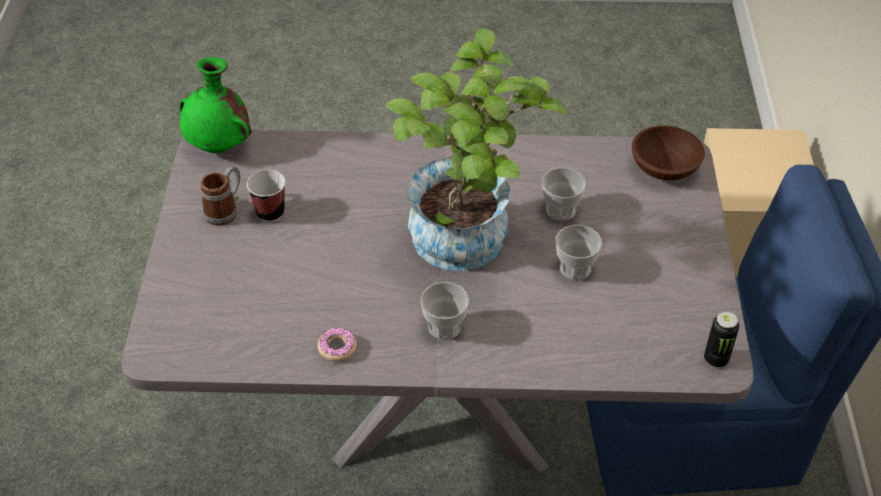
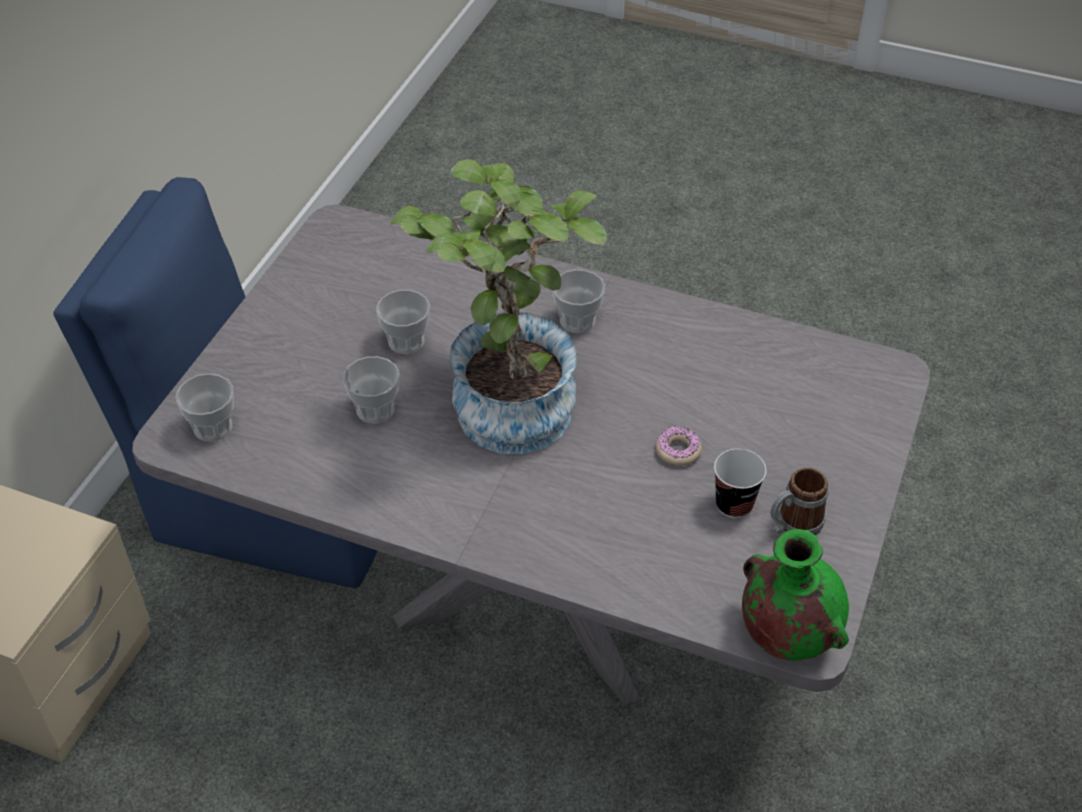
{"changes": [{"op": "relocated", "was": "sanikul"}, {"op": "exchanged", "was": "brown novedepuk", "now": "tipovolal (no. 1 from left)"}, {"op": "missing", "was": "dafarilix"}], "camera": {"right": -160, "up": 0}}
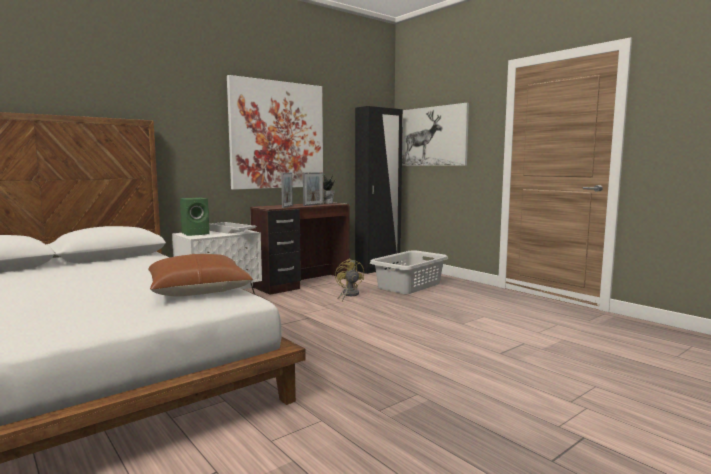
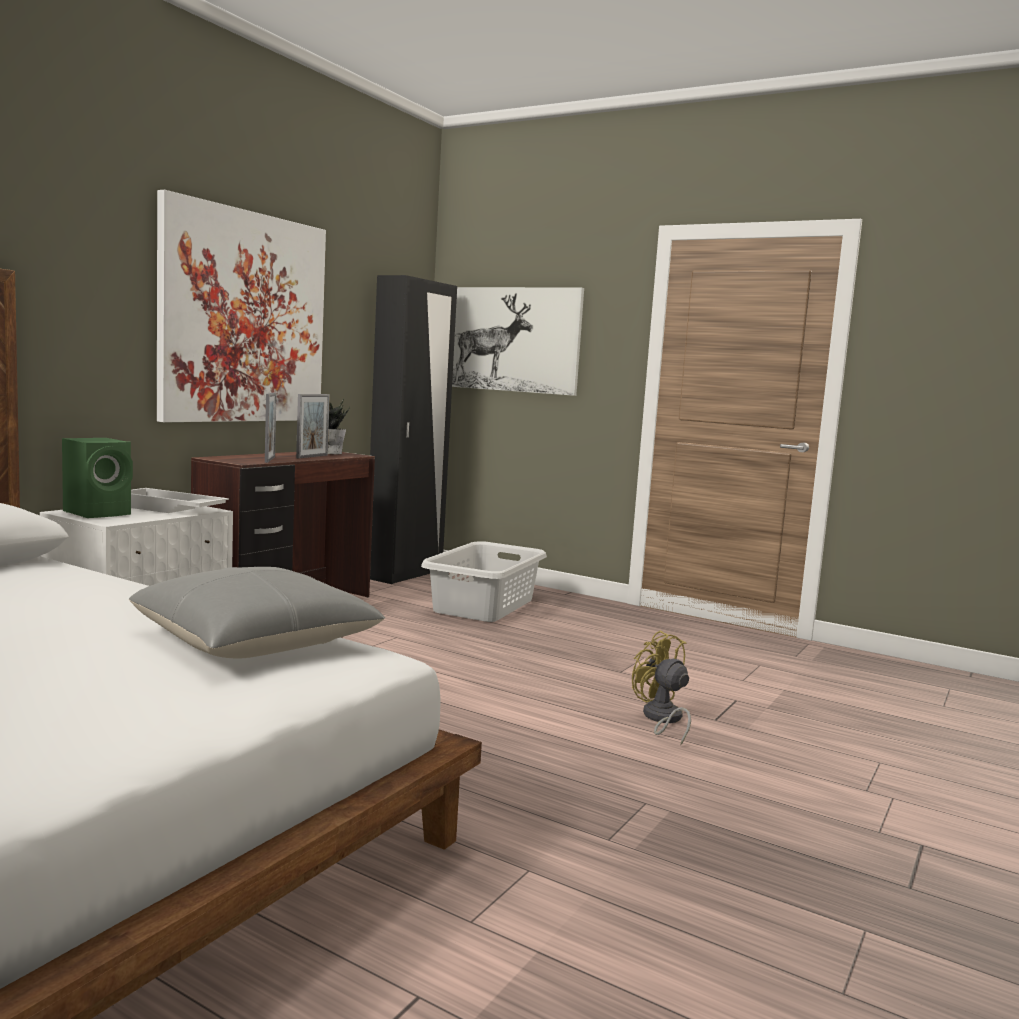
{"changes": [{"op": "colour", "was": "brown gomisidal", "now": "grey gomisidal"}, {"op": "relocated", "was": "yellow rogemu"}], "camera": {"right": -20, "up": 0}}
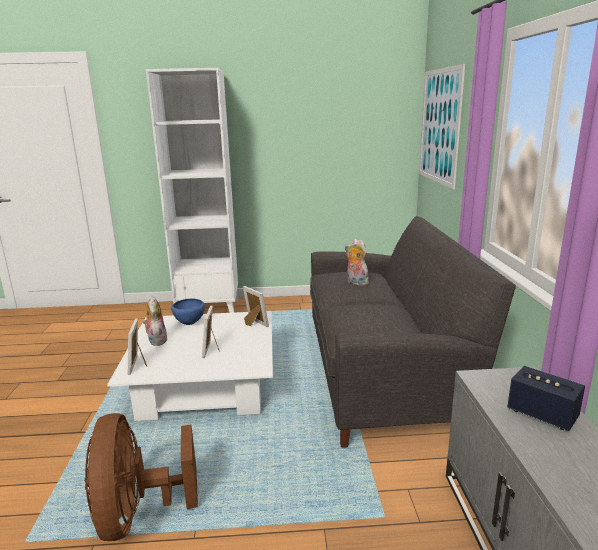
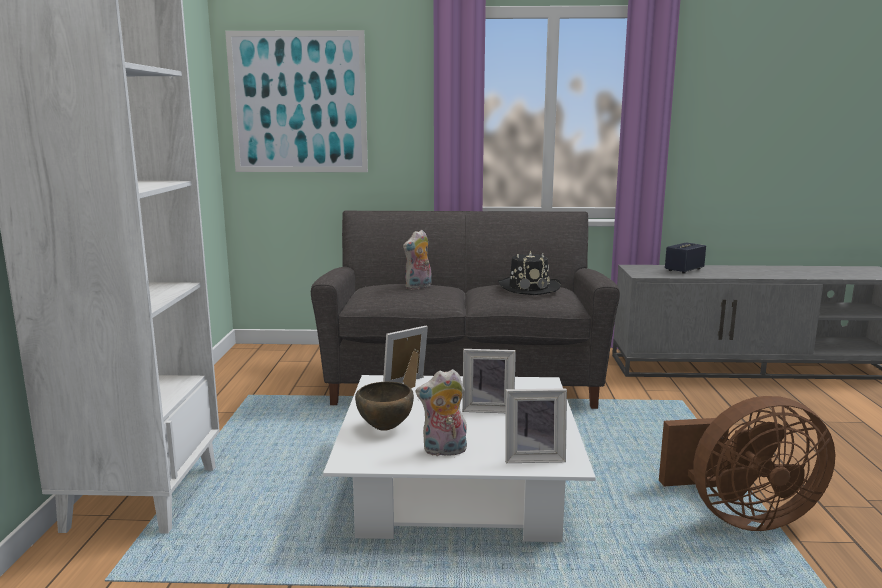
{"changes": [{"op": "colour", "was": "blue novedepuk", "now": "brown novedepuk"}, {"op": "appeared", "now": "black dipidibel"}], "camera": {"right": -85, "up": -5}}
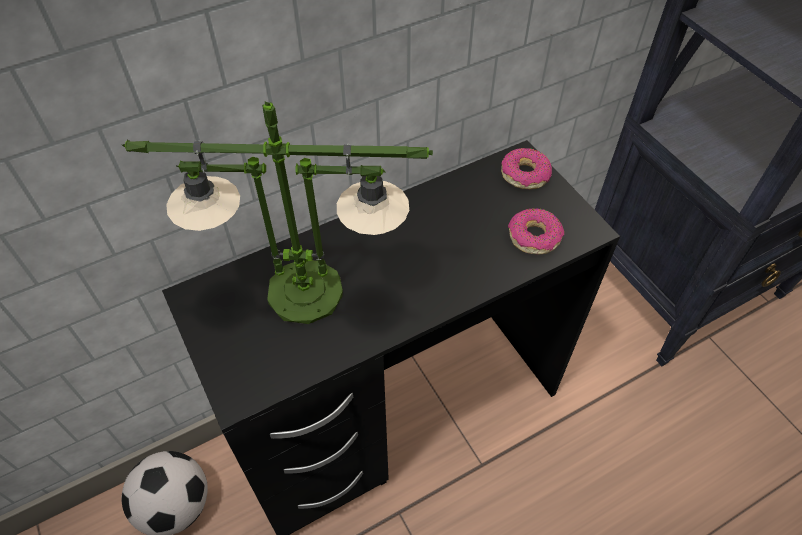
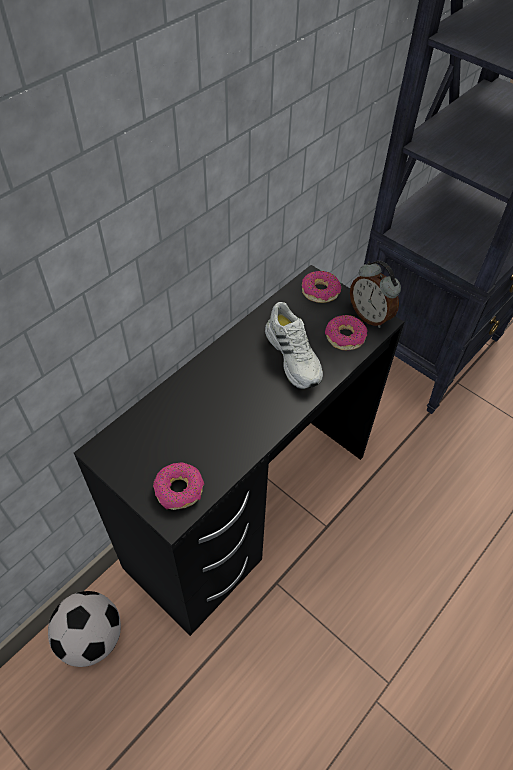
{"changes": [{"op": "missing", "was": "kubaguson"}, {"op": "appeared", "now": "sanikul (no. 1 from left)"}, {"op": "appeared", "now": "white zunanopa"}, {"op": "appeared", "now": "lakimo"}], "camera": {"right": -20, "up": 0}}
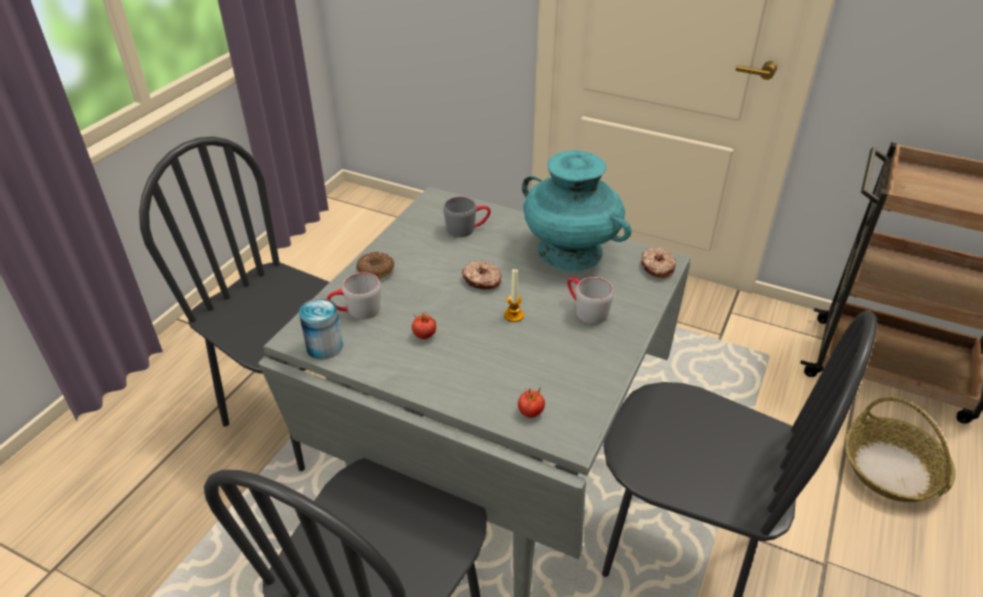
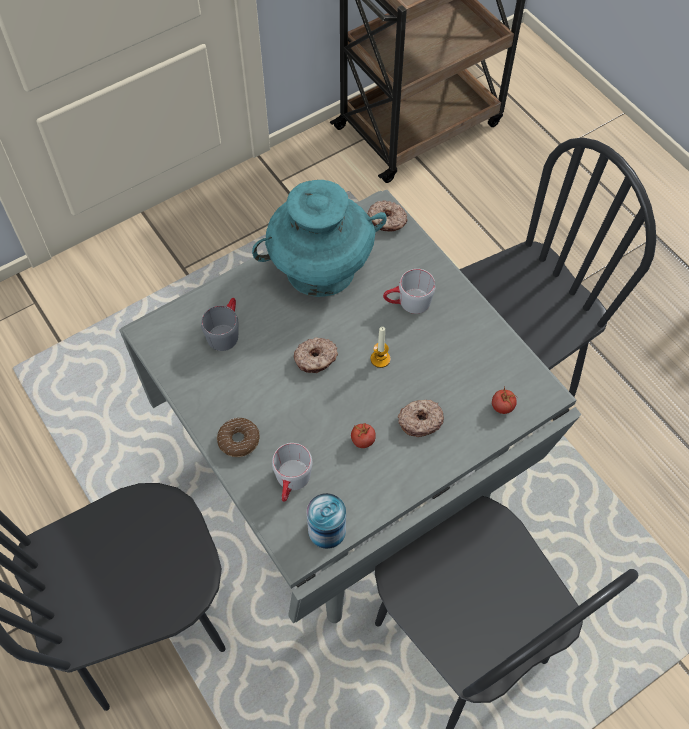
{"changes": [{"op": "missing", "was": "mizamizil"}, {"op": "appeared", "now": "sanikul (no. 4 from left)"}], "camera": {"right": -60, "up": 20}}
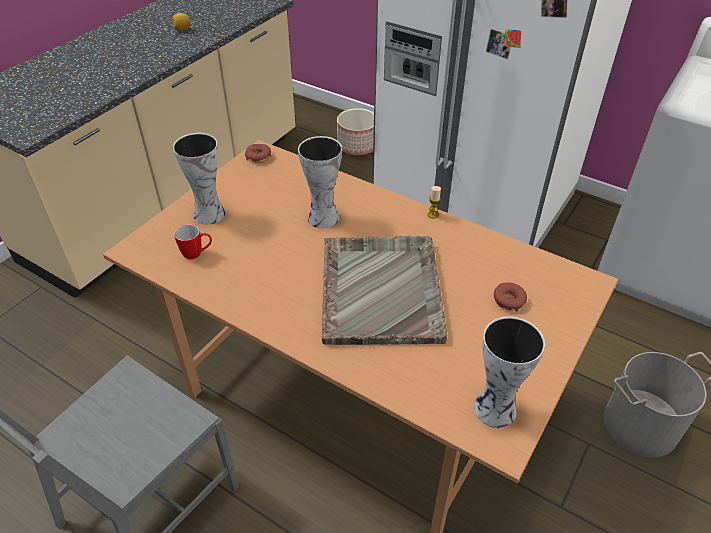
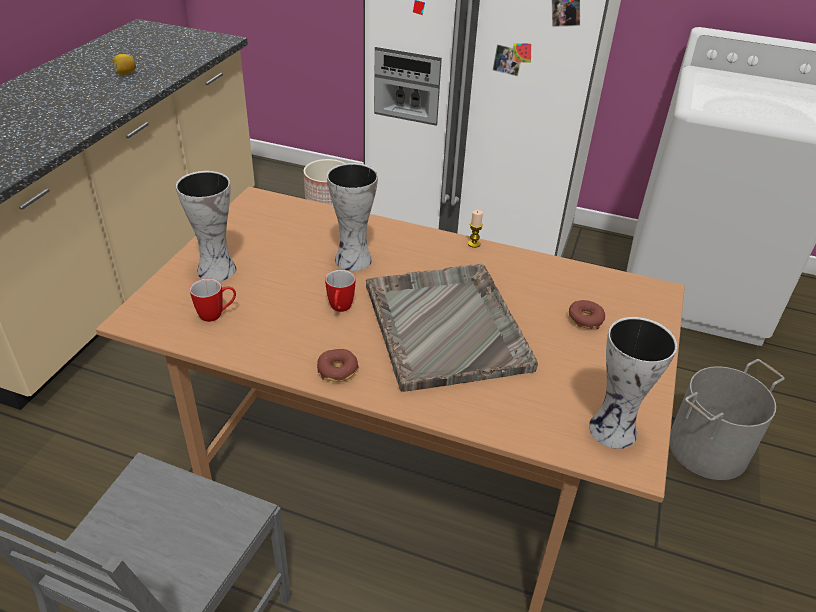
{"changes": [{"op": "relocated", "was": "sanikul (no. 1 from left)"}, {"op": "appeared", "now": "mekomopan (no. 2 from left)"}], "camera": {"right": -15, "up": -5}}
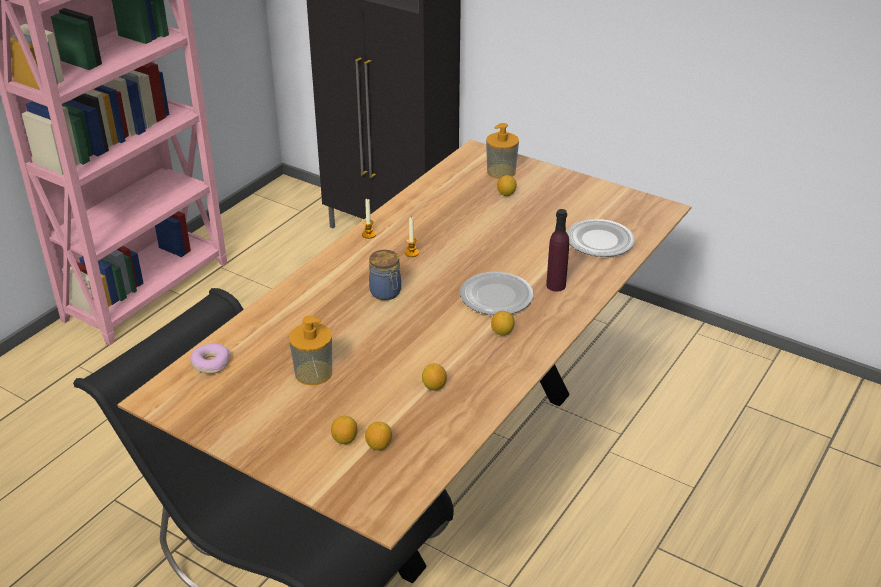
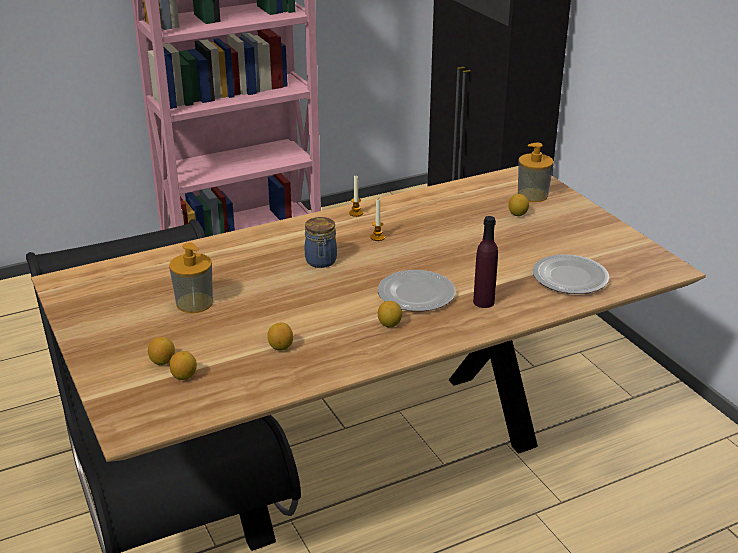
{"changes": [{"op": "missing", "was": "sanikul"}], "camera": {"right": 30, "up": -5}}
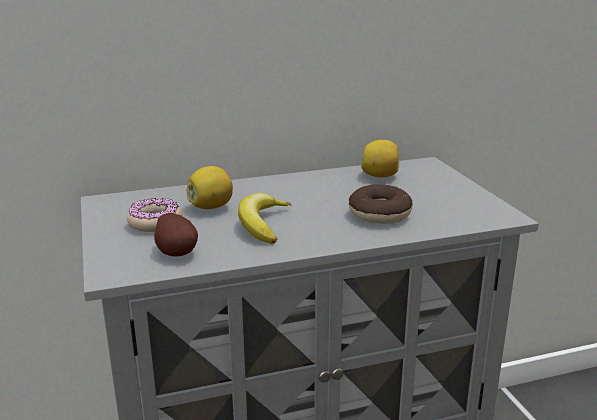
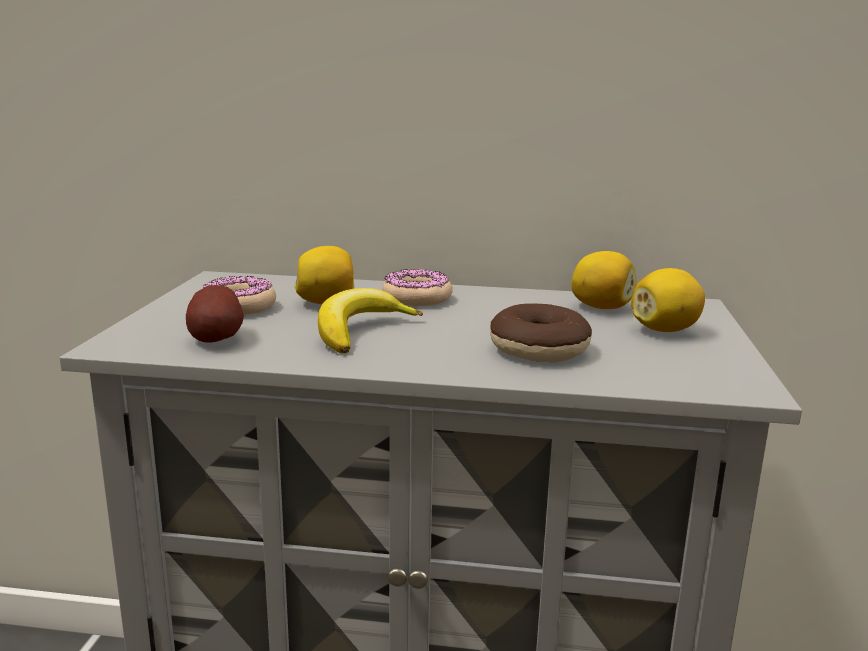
{"changes": [{"op": "appeared", "now": "sanikul (no. 2 from left)"}, {"op": "appeared", "now": "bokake (no. 3 from left)"}], "camera": {"right": 25, "up": -5}}
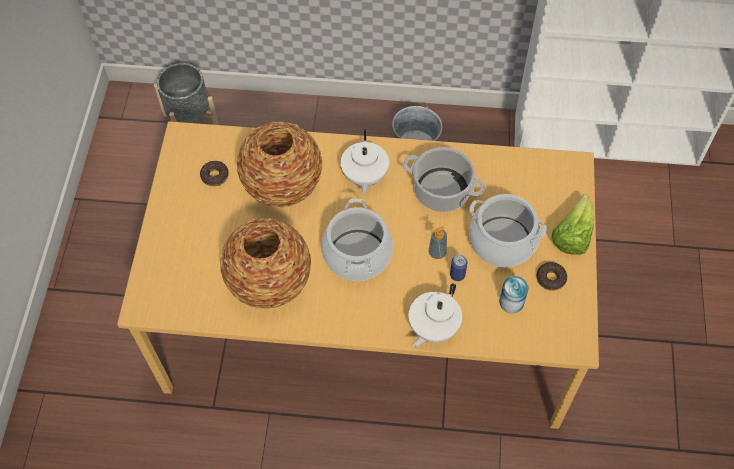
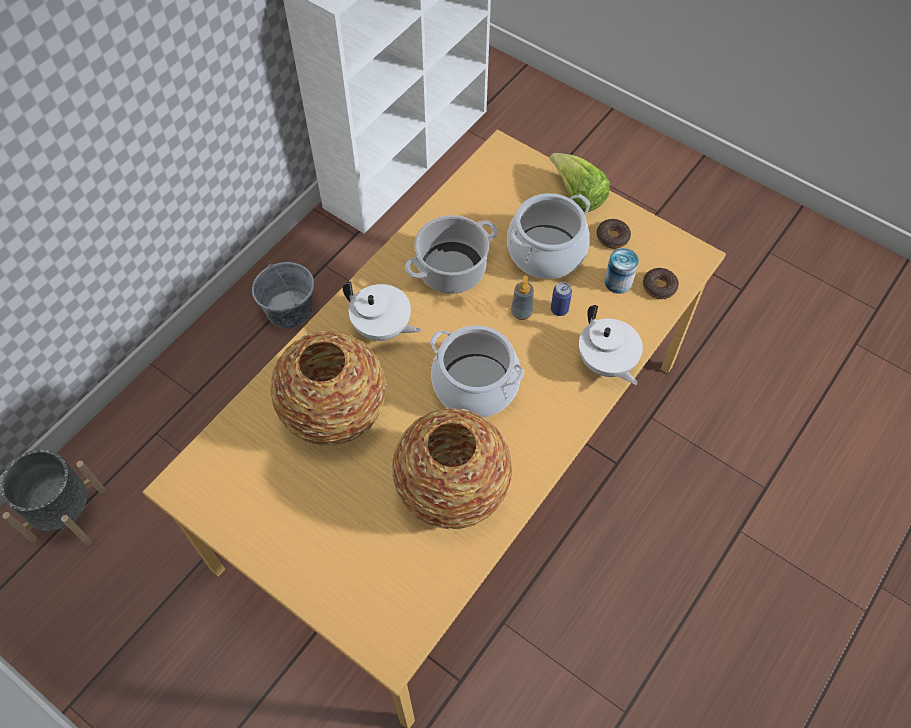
{"changes": [{"op": "relocated", "was": "sanikul (no. 1 from left in the first image)", "now": "sanikul (no. 2 from left)"}], "camera": {"right": -60, "up": 0}}
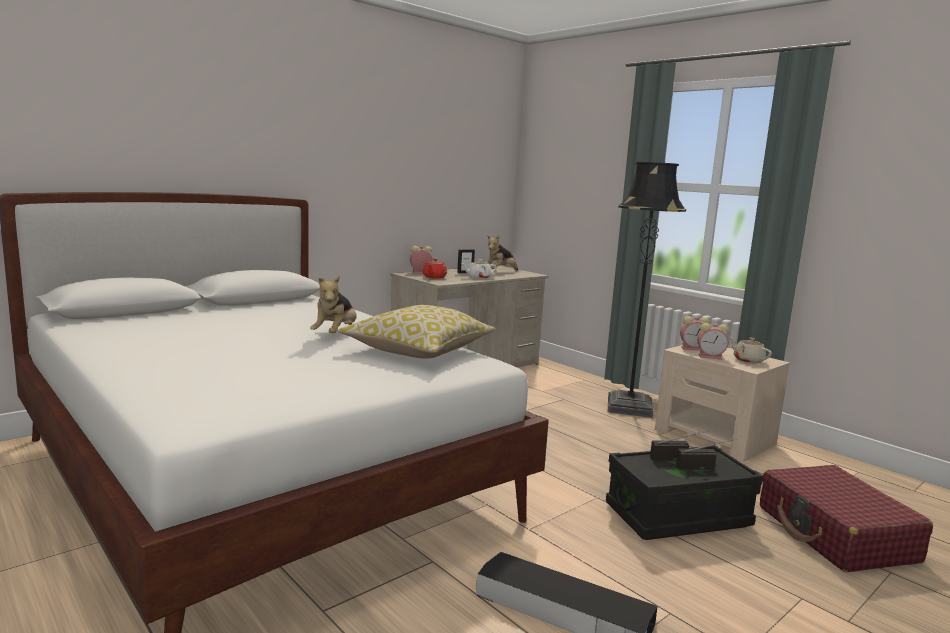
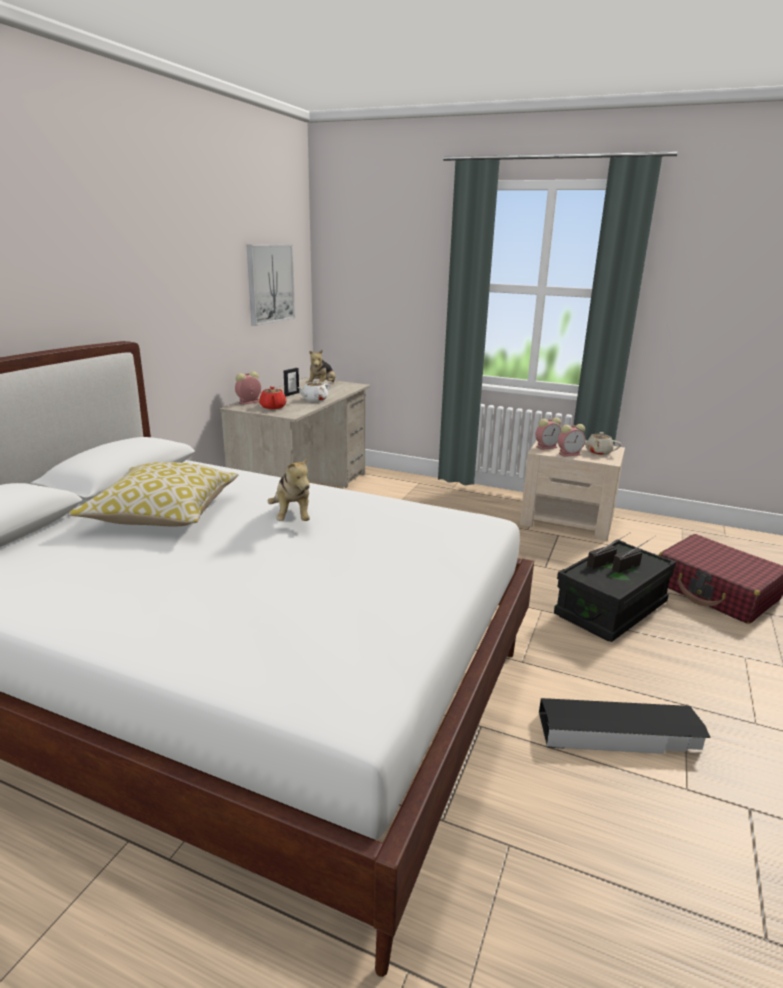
{"changes": [{"op": "relocated", "was": "gomisidal"}, {"op": "missing", "was": "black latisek"}, {"op": "appeared", "now": "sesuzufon"}], "camera": {"right": -25, "up": 10}}
